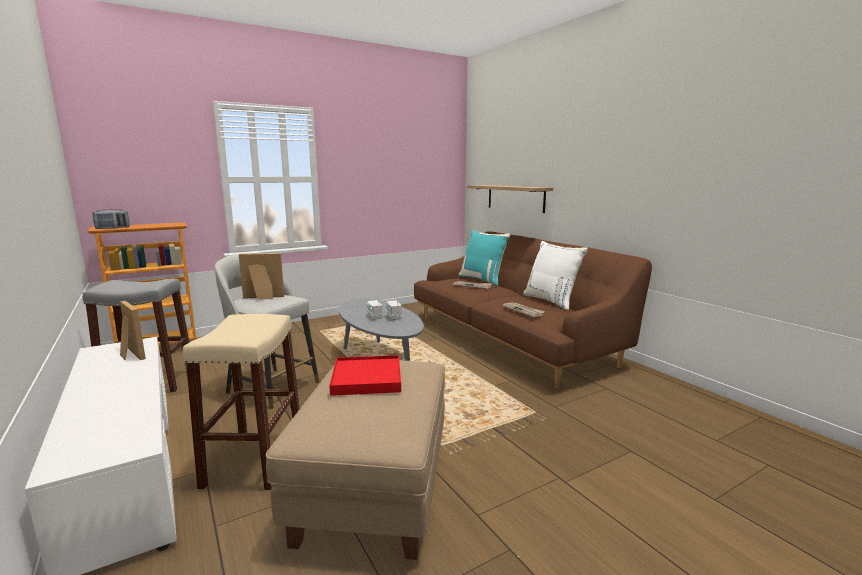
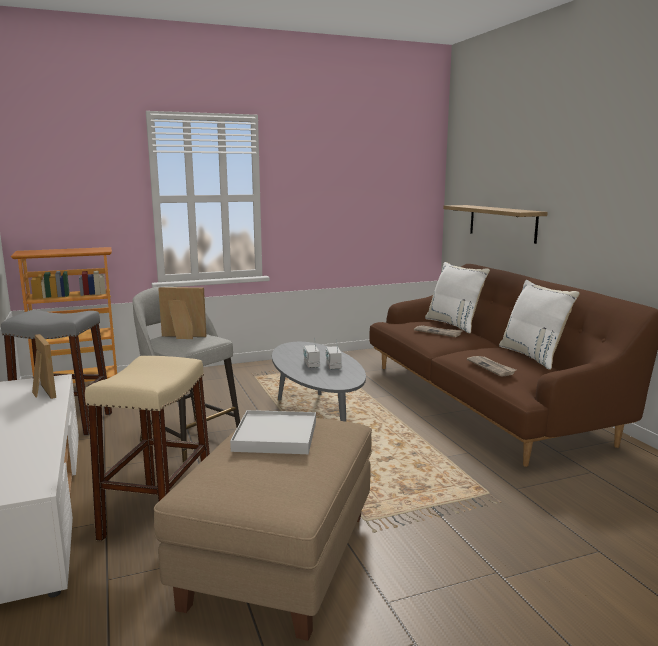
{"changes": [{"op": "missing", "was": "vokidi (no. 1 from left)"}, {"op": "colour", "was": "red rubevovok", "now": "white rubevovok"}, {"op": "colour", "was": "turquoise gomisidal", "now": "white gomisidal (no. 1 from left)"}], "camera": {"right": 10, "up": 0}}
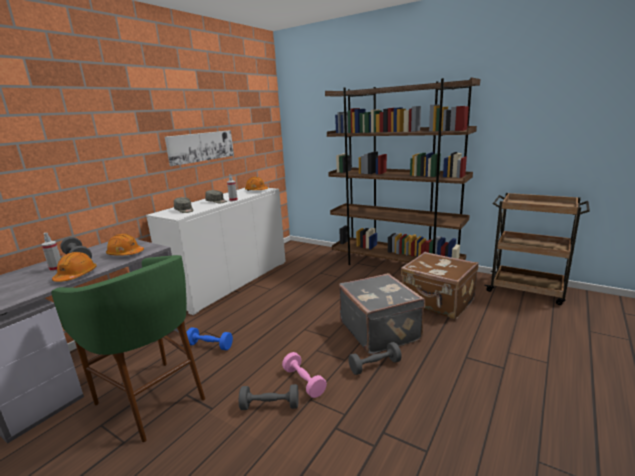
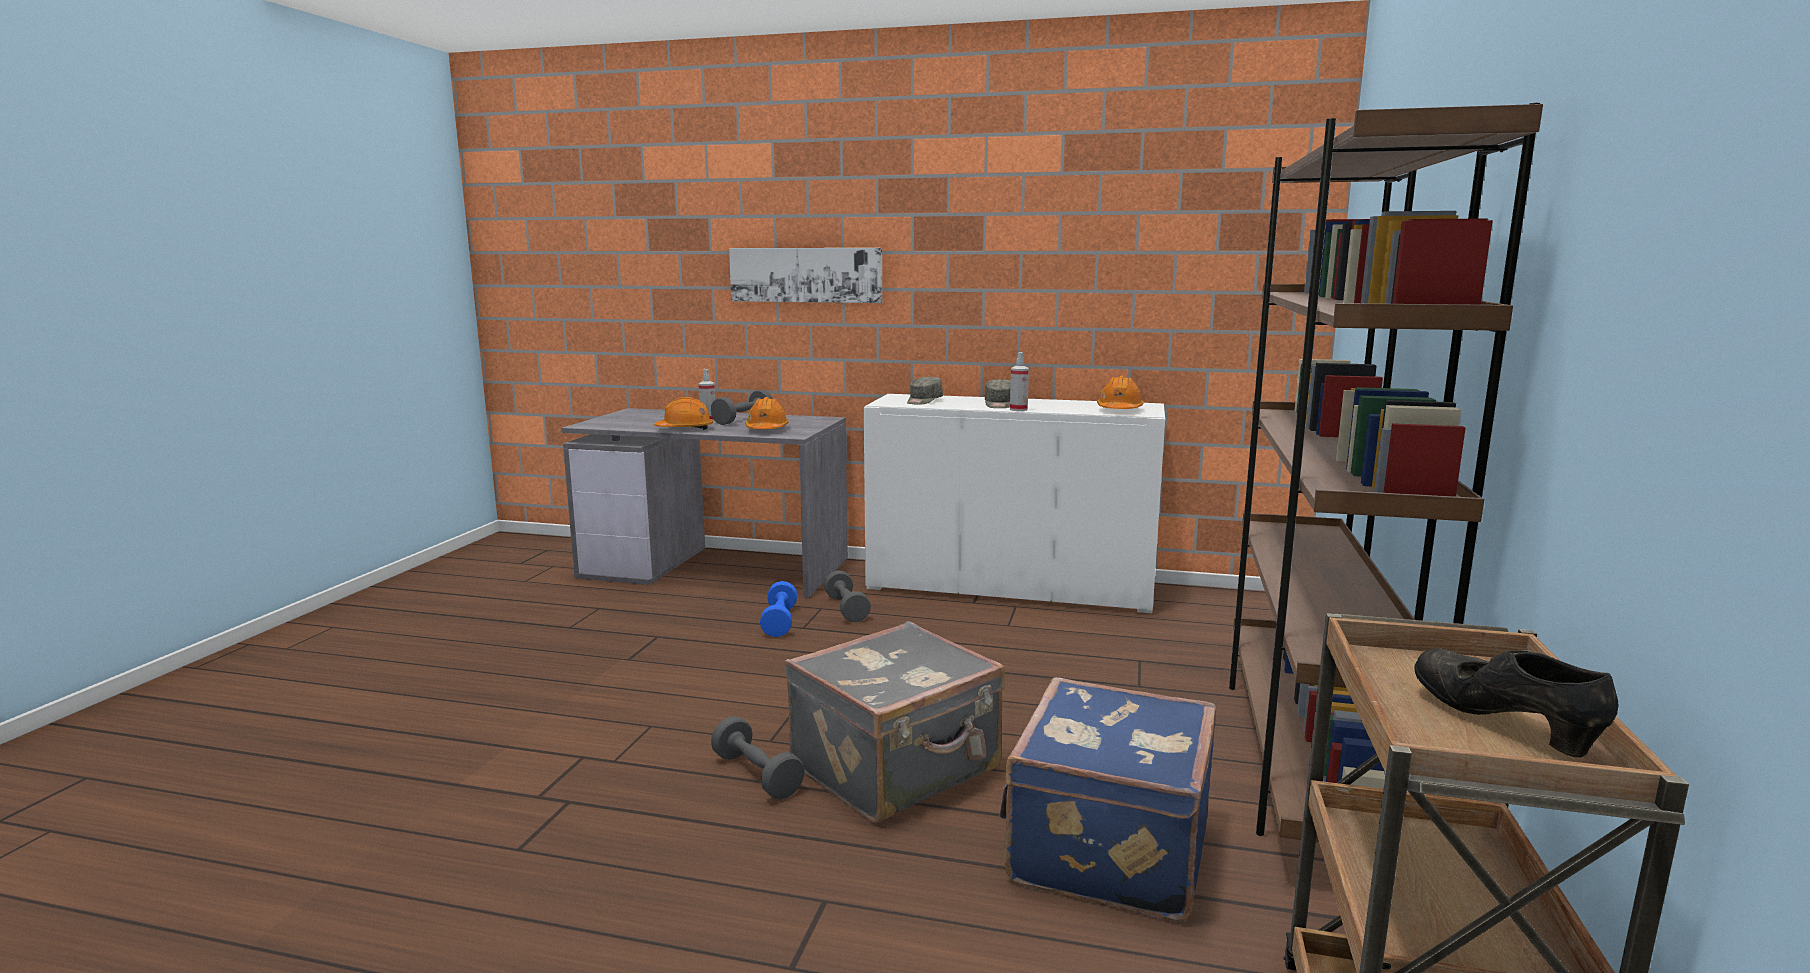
{"changes": [{"op": "missing", "was": "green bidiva"}, {"op": "relocated", "was": "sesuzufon"}, {"op": "relocated", "was": "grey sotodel (no. 2 from left in the first image)", "now": "grey sotodel (no. 3 from left)"}, {"op": "missing", "was": "pink sotodel"}, {"op": "colour", "was": "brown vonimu", "now": "blue vonimu"}, {"op": "appeared", "now": "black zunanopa"}], "camera": {"right": 70, "up": -5}}
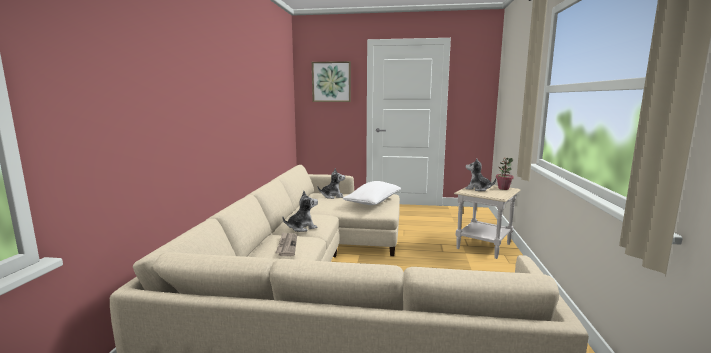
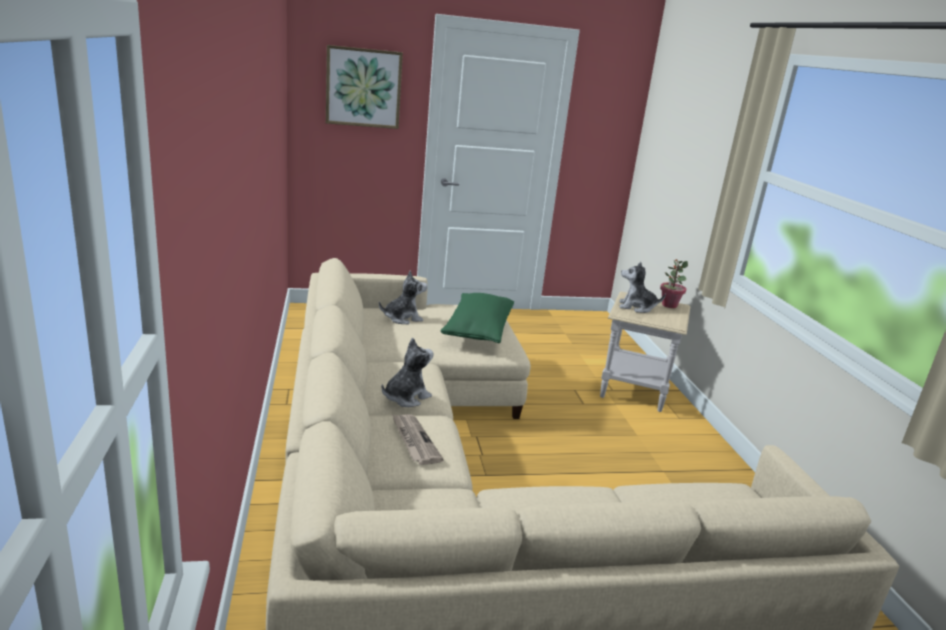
{"changes": [{"op": "colour", "was": "white gomisidal", "now": "green gomisidal"}], "camera": {"right": -20, "up": 10}}
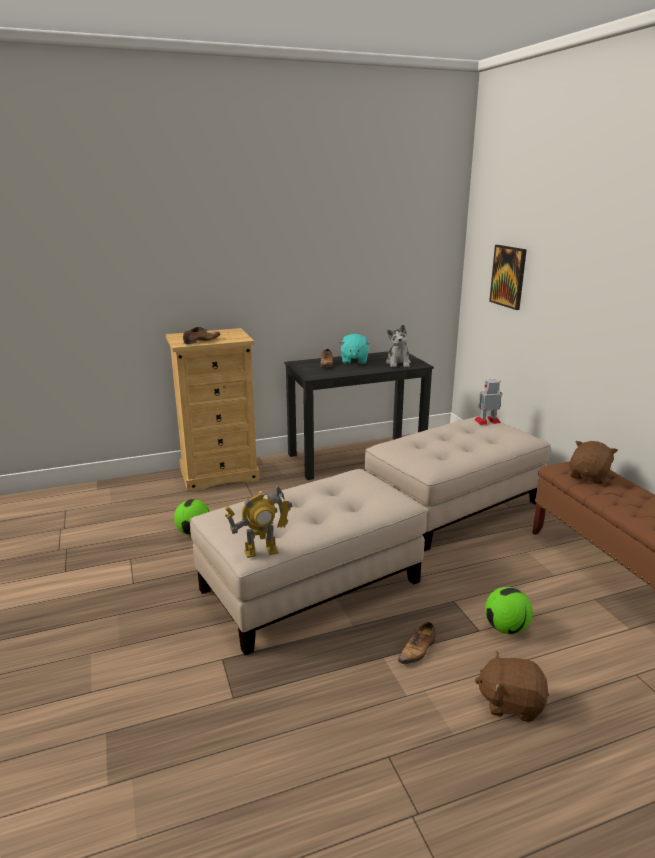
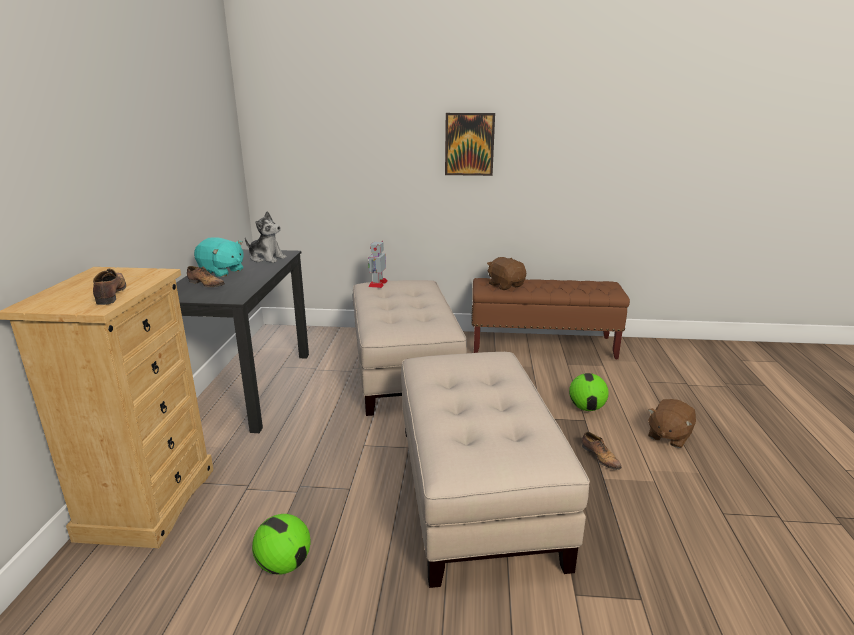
{"changes": [{"op": "missing", "was": "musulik (no. 1 from left)"}, {"op": "relocated", "was": "sesuzufon"}], "camera": {"right": -65, "up": 0}}
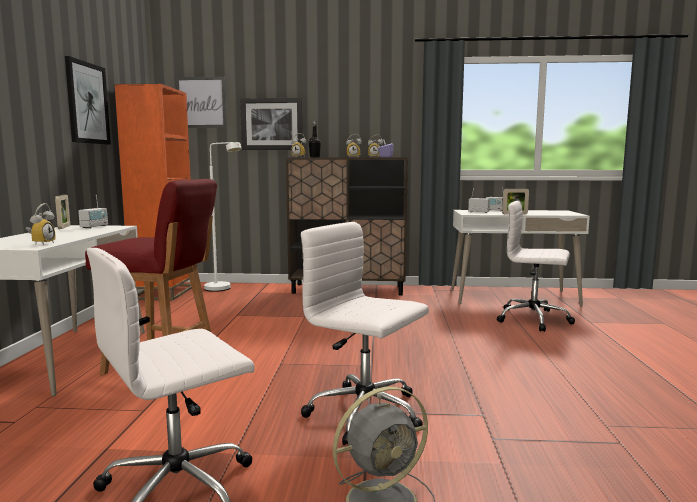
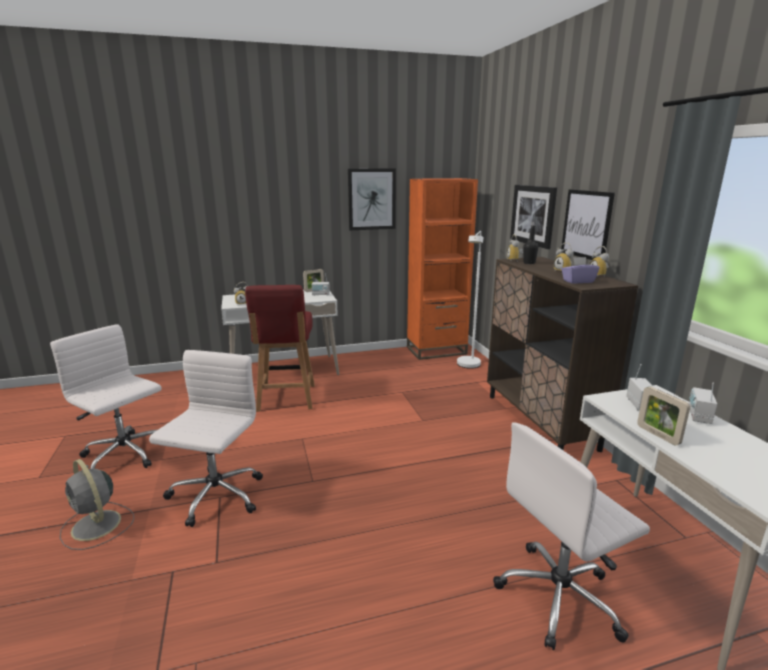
{"changes": [{"op": "relocated", "was": "sesuzufon (no. 2 from left in the first image)", "now": "sesuzufon (no. 3 from left)"}, {"op": "spun", "was": "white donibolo (no. 3 from left)", "clockwise": -120}], "camera": {"right": 70, "up": 10}}
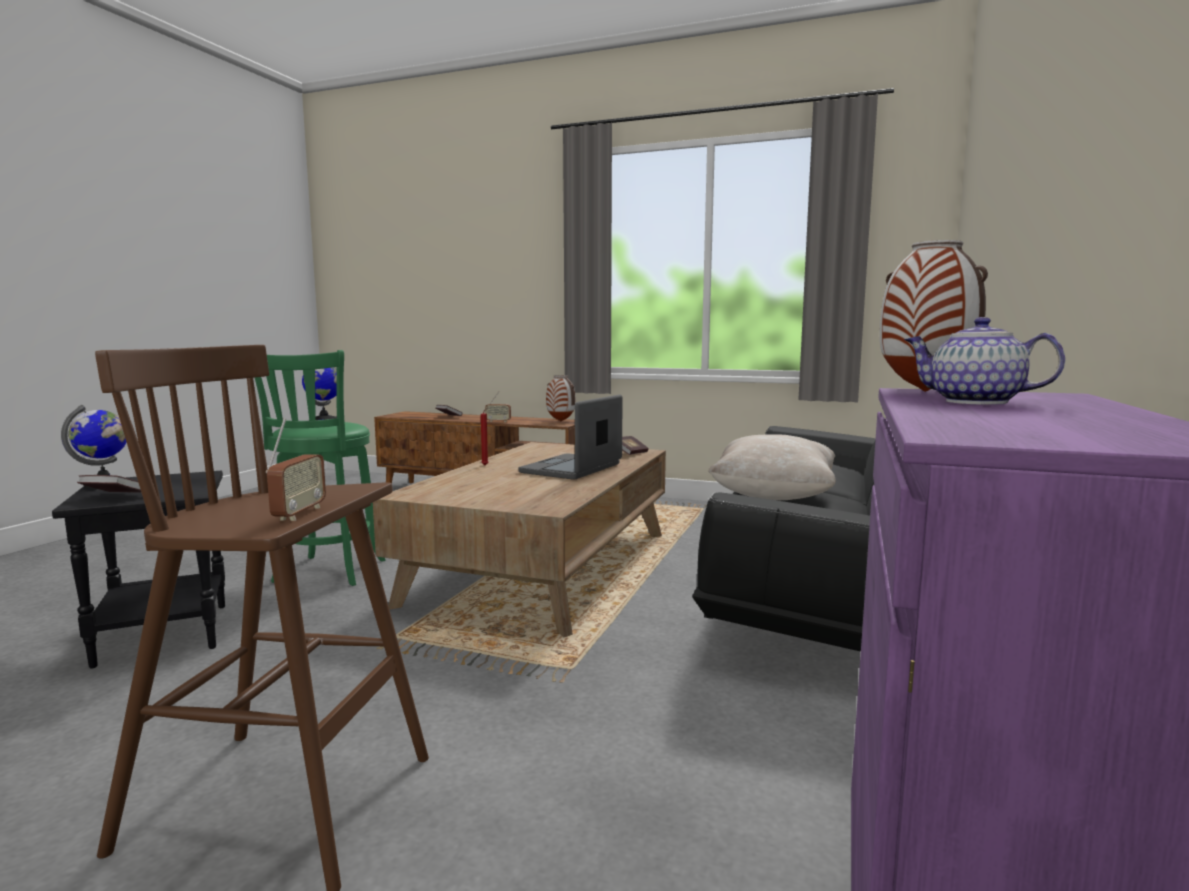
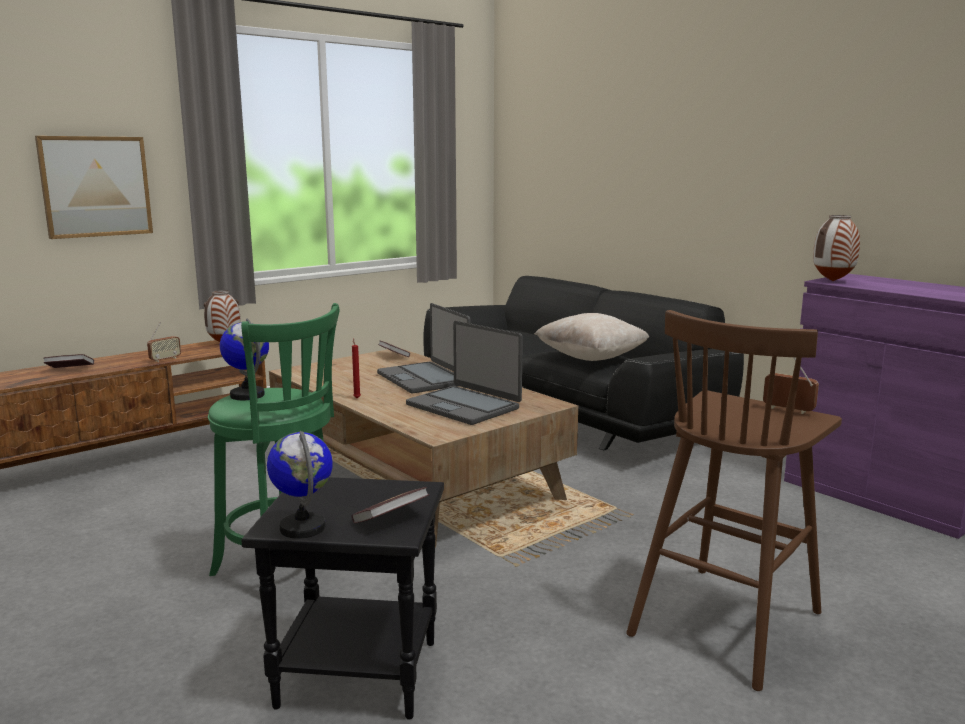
{"changes": [{"op": "missing", "was": "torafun"}, {"op": "appeared", "now": "sesuzufon"}, {"op": "appeared", "now": "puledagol (no. 2 from left)"}], "camera": {"right": -60, "up": 5}}
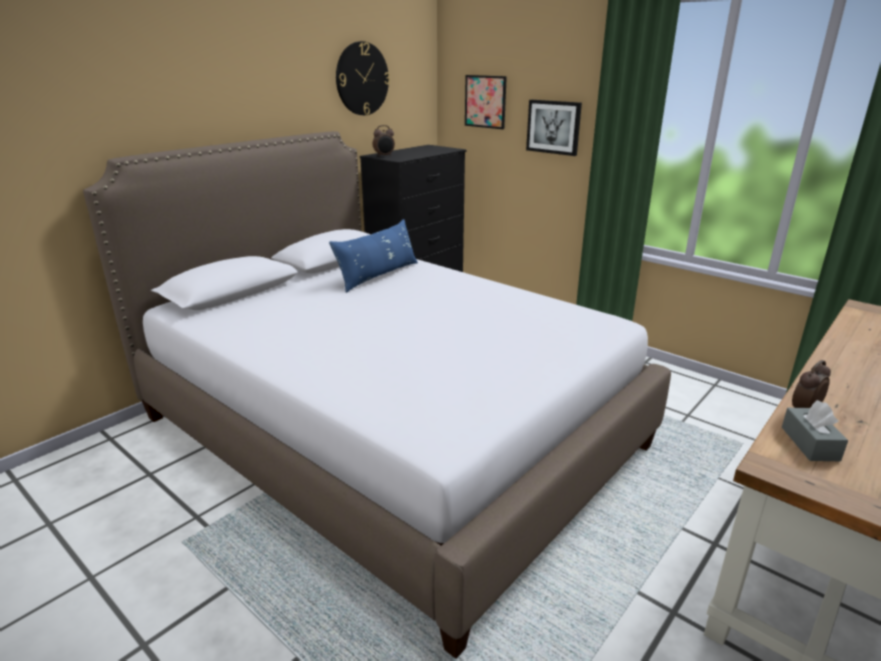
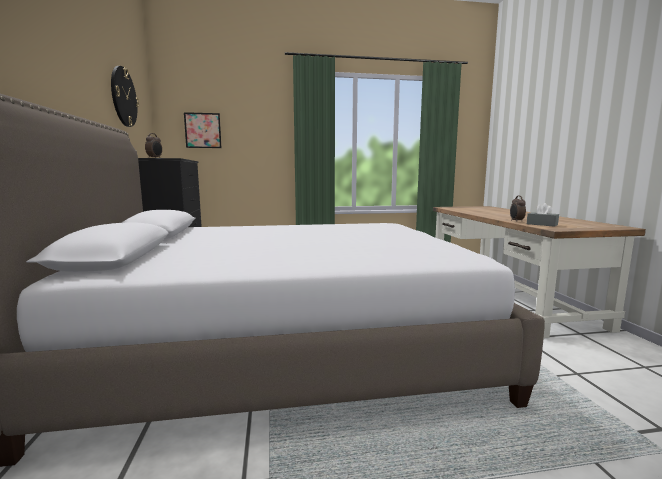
{"changes": [{"op": "missing", "was": "blue gomisidal"}, {"op": "missing", "was": "sesuzufon (no. 2 from left)"}], "camera": {"right": -50, "up": -15}}
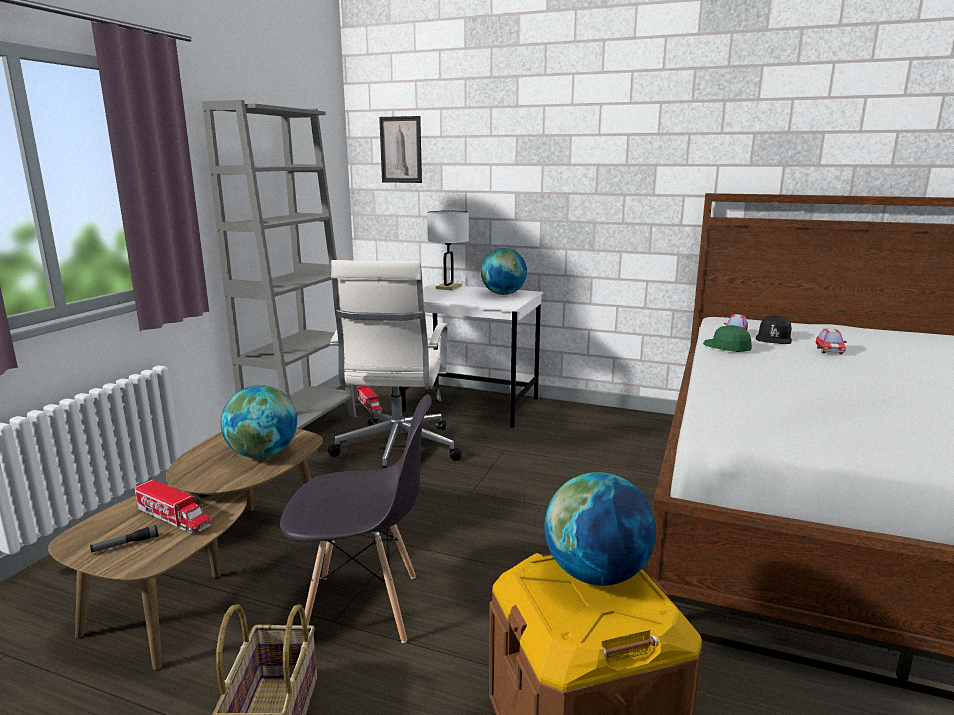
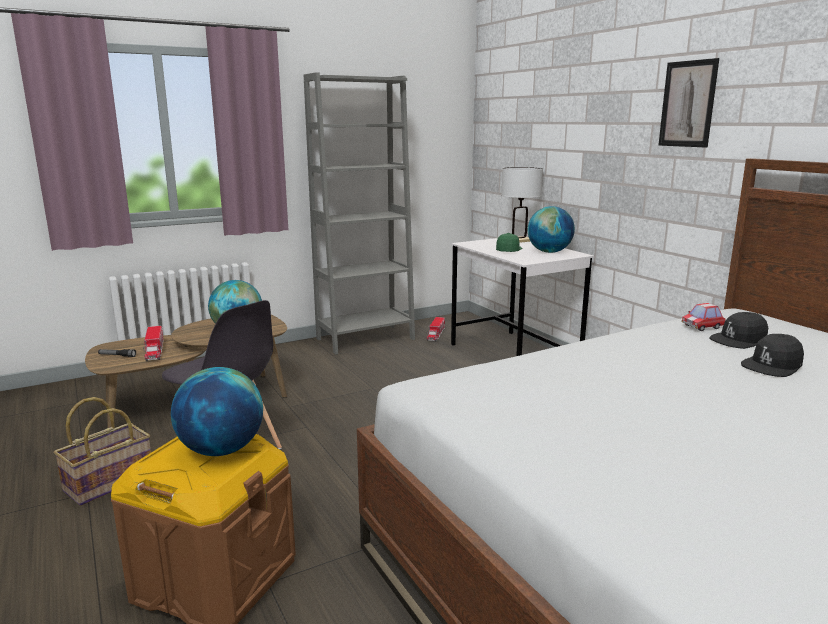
{"changes": [{"op": "missing", "was": "white donibolo"}, {"op": "relocated", "was": "sesuzufon"}, {"op": "relocated", "was": "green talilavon"}, {"op": "exchanged", "was": "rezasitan (no. 2 from left)", "now": "black talilavon (no. 2 from left)"}], "camera": {"right": 40, "up": 0}}
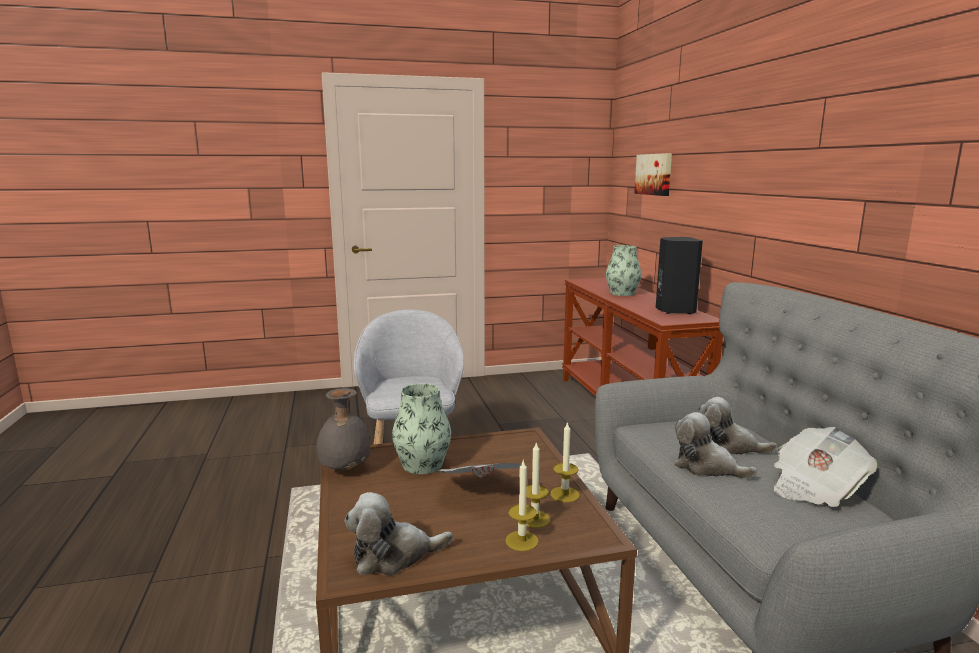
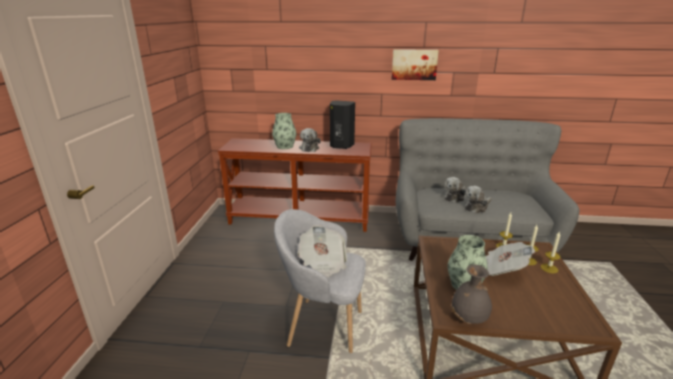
{"changes": [{"op": "relocated", "was": "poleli (no. 1 from left)"}, {"op": "relocated", "was": "sesuzufon"}, {"op": "relocated", "was": "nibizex (no. 2 from left in the first image)", "now": "nibizex (no. 1 from left)"}], "camera": {"right": -70, "up": 10}}
